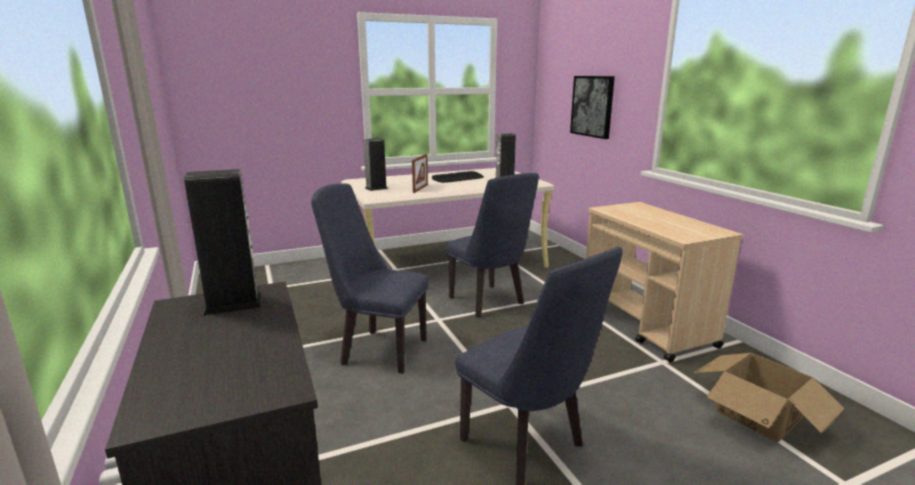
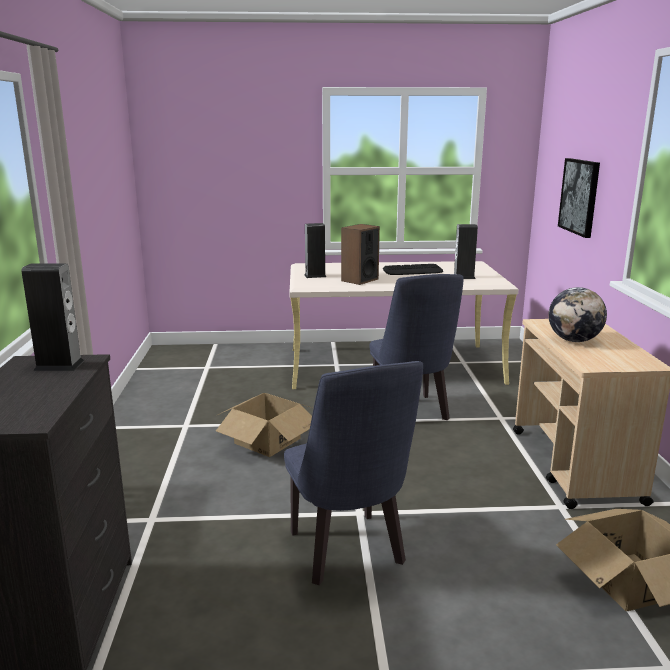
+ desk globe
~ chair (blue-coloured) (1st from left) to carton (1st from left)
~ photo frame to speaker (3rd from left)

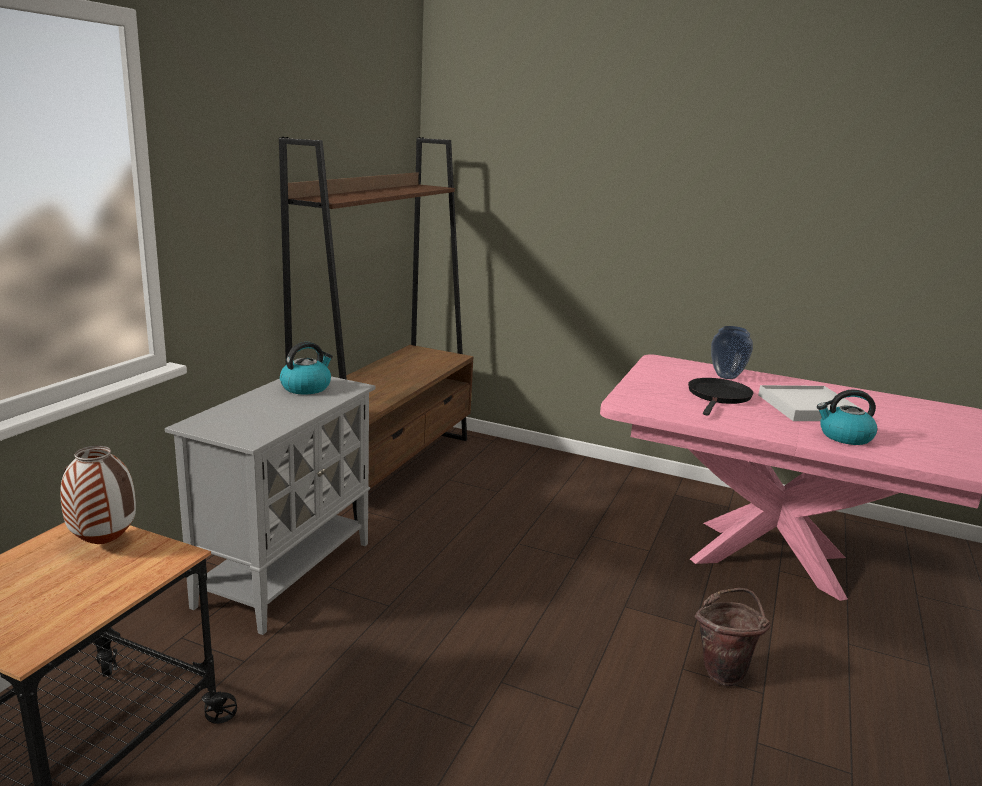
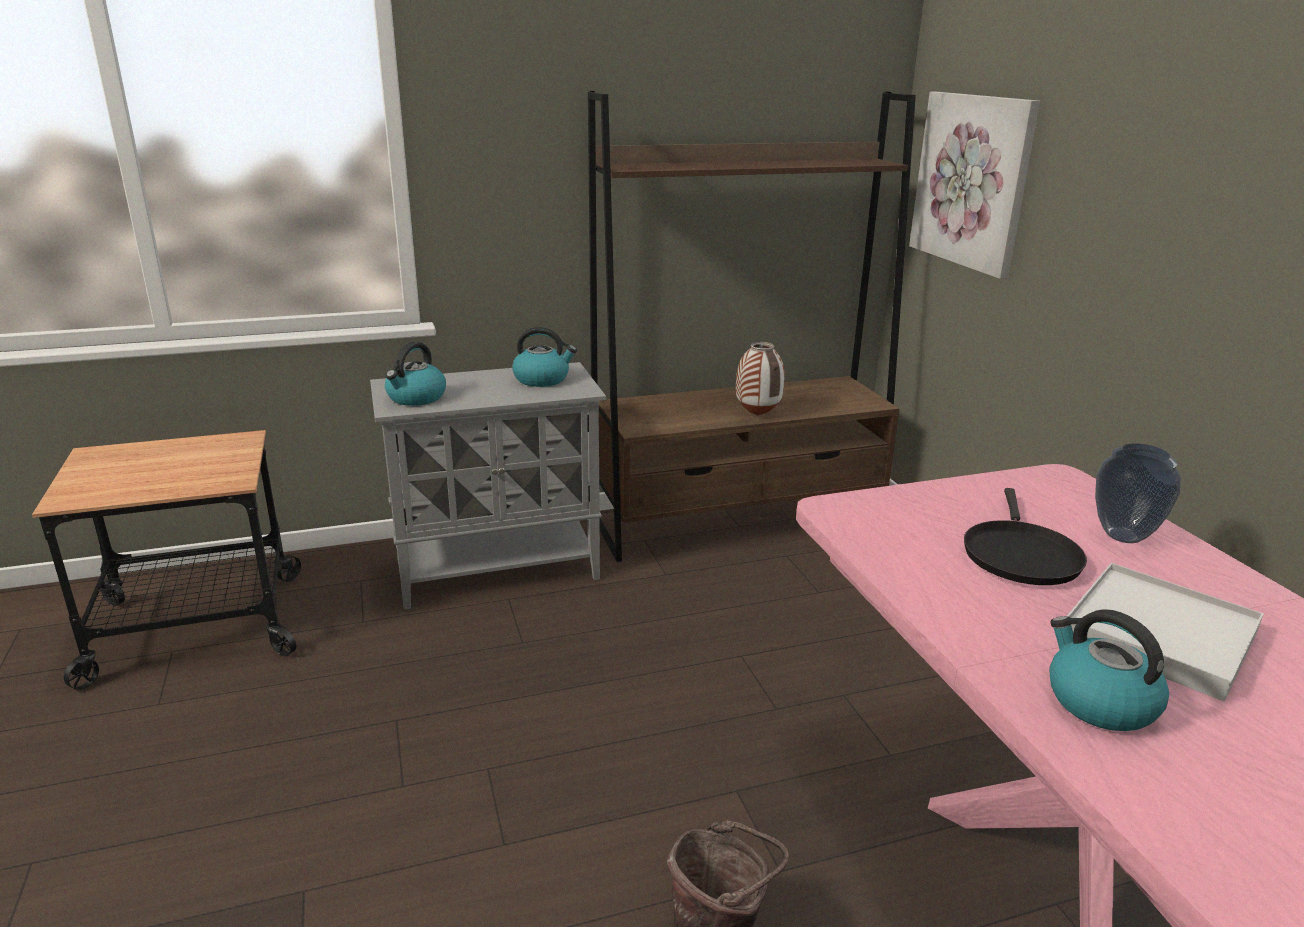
+ water kettle (1st from left)
+ wall picture
~ flower vase (1st from left)
~ frying pan (black) 120 degrees clockwise

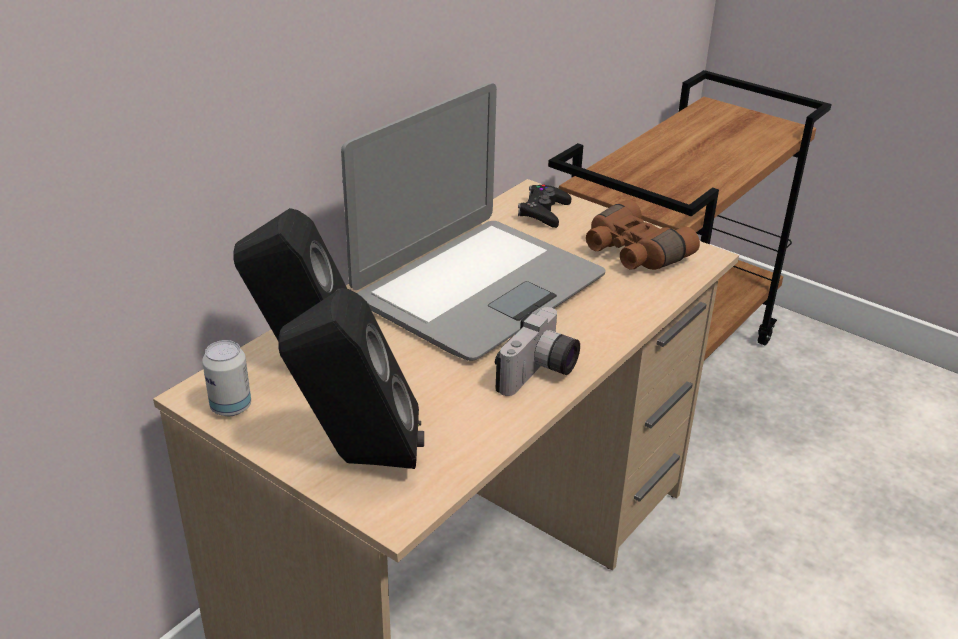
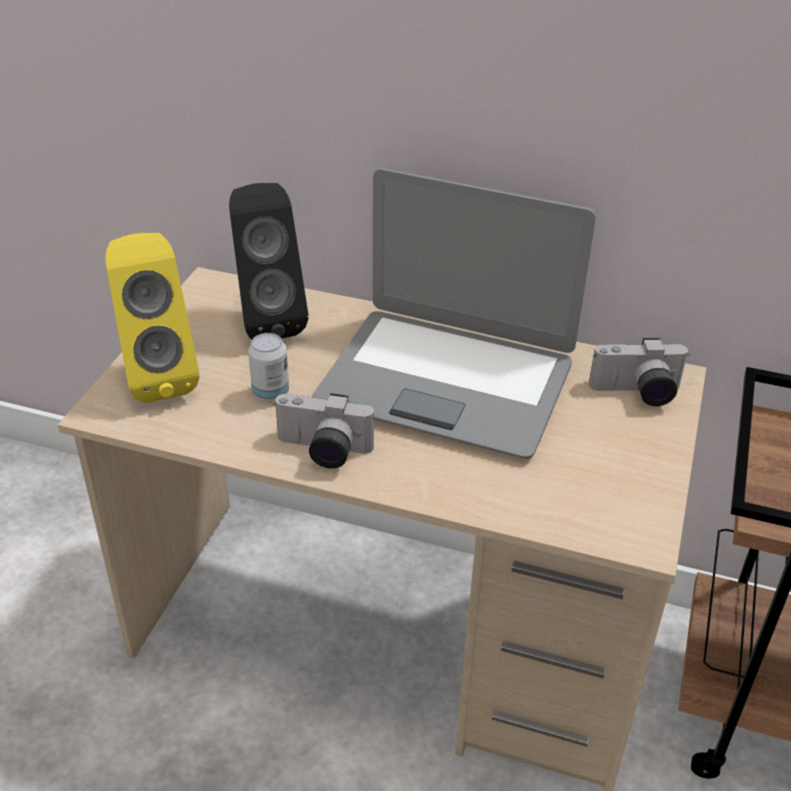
- binoculars (brownish)
~ sealed can
~ joypad (black) to still camera (2nd from left)
~ speaker (black) (2nd from left) to speaker (yellow)

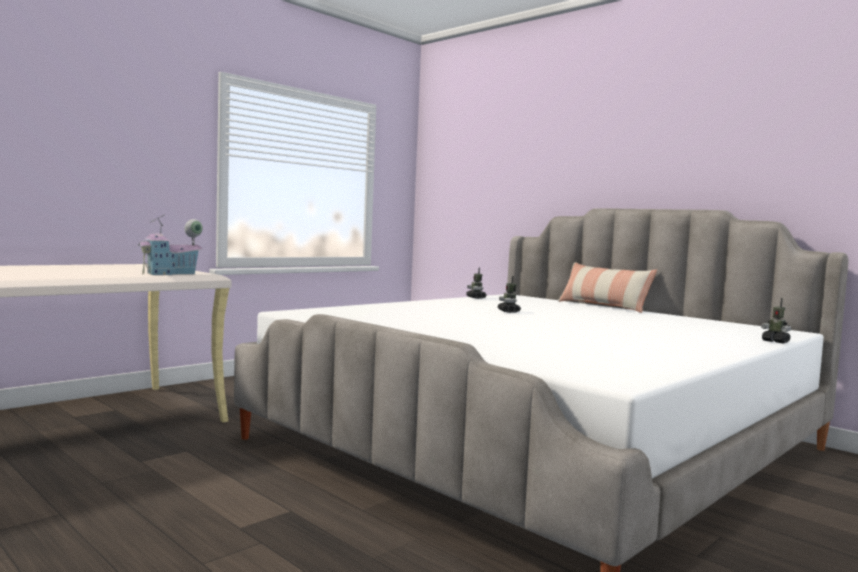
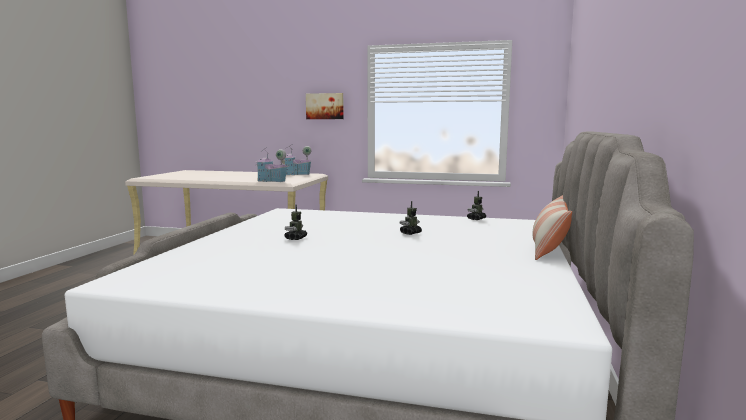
+ model house (2nd from left)
+ wall picture
~ robot figure (3rd from left in the first image) to robot figure (1st from left)

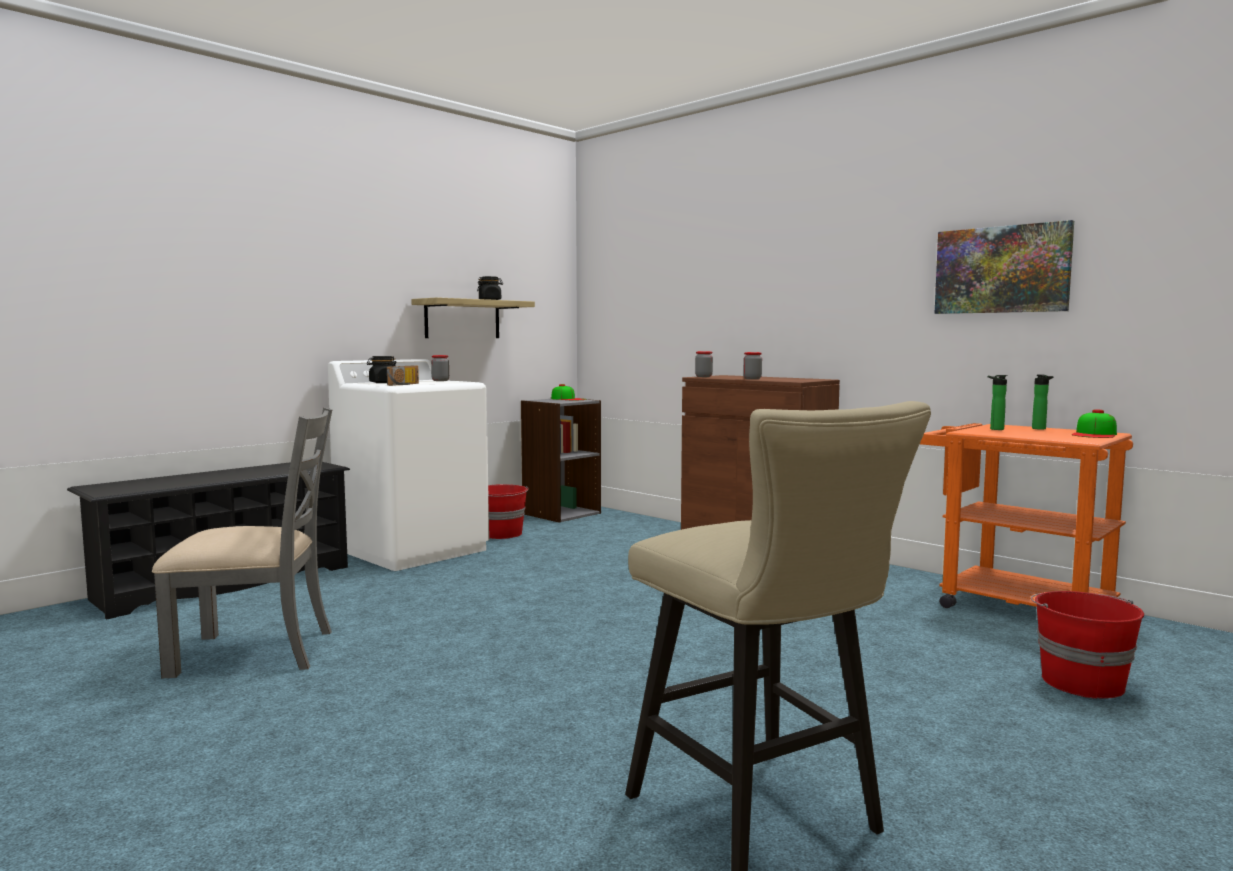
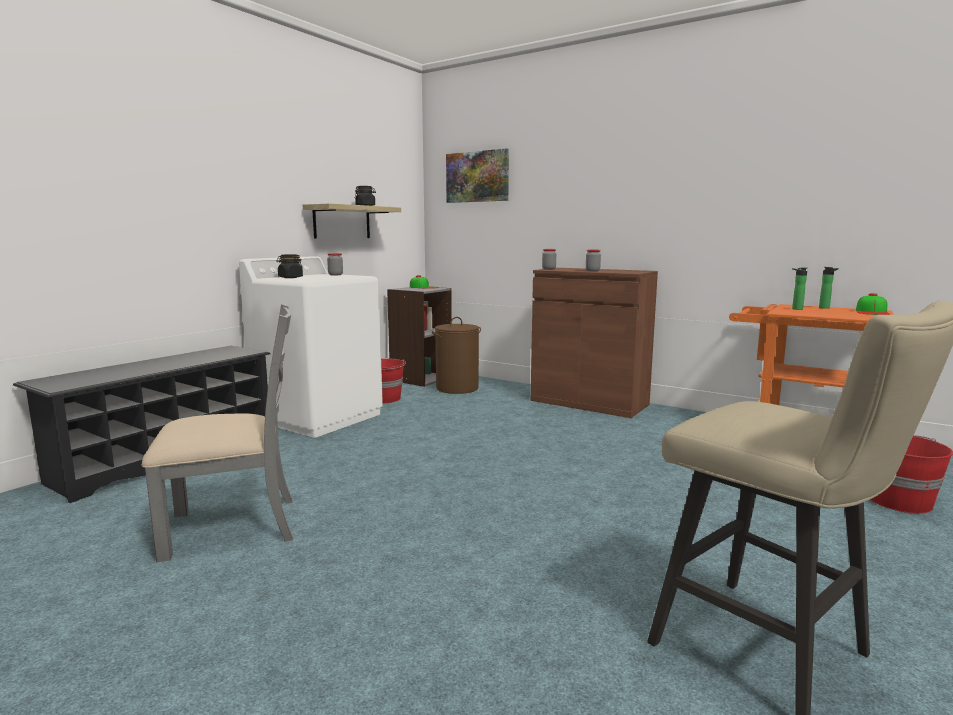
- radio set
+ hamper (brownish)
~ wall picture

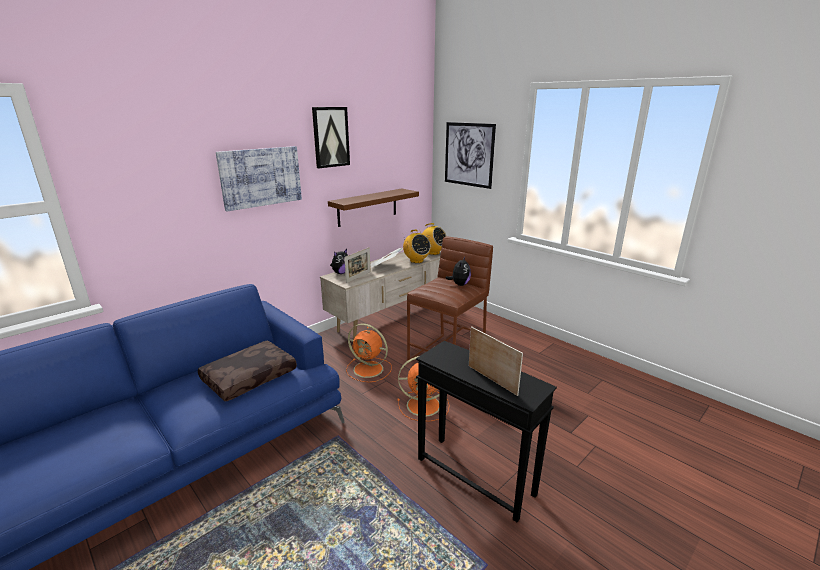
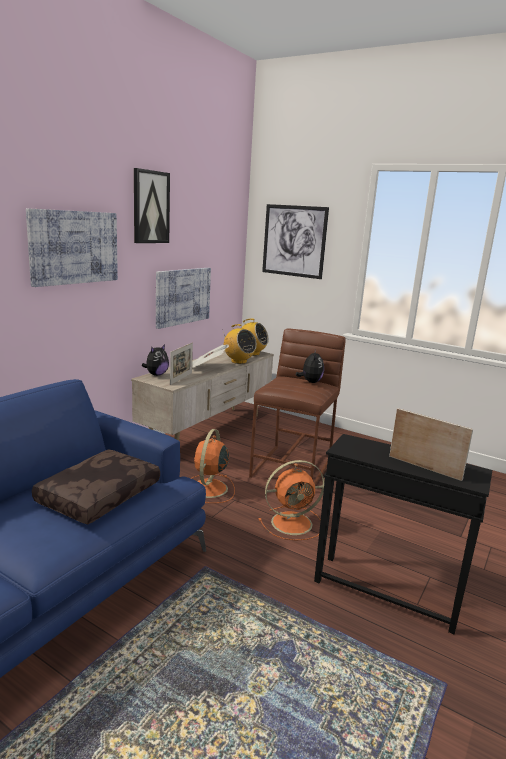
~ bracket shelf (brownish) to wall picture (3rd from left)
~ cooling fan (orange-coloured) (1st from left) 90 degrees clockwise

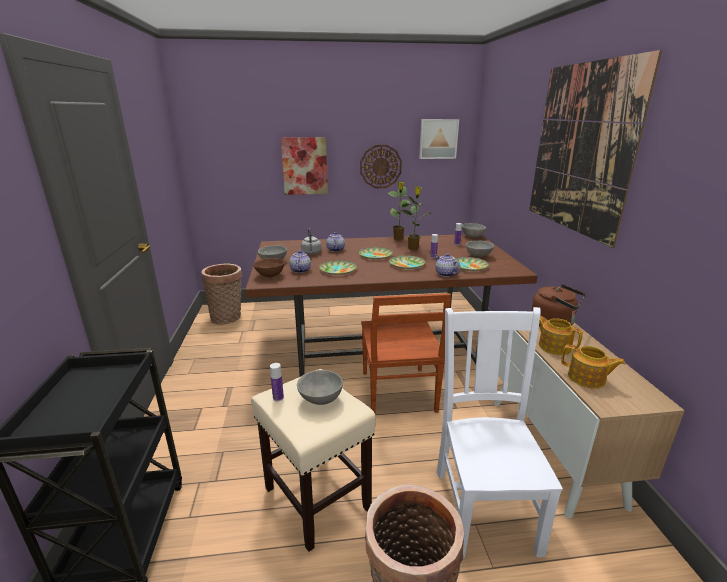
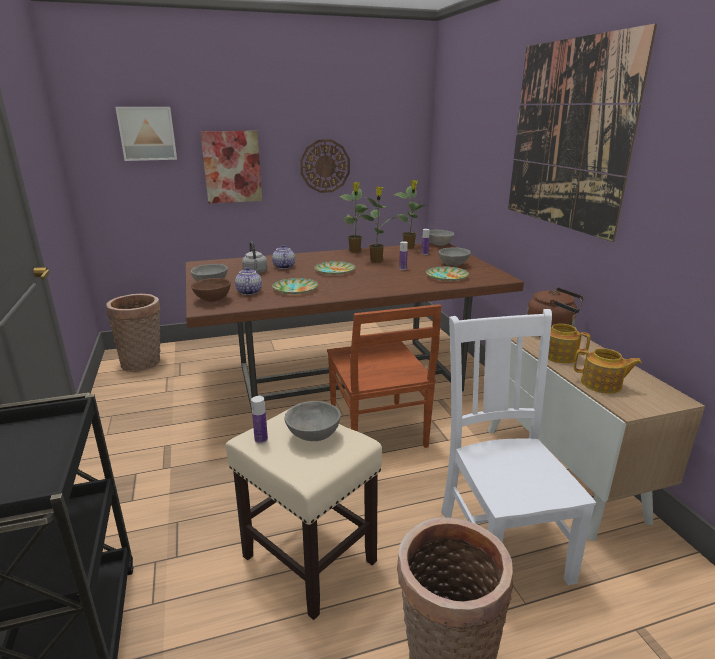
- dinner plate (3rd from left)
- tea pot (3rd from left)
+ plant in a pot (3rd from left)
~ wall picture (2nd from left in the first image) to wall picture (1st from left)

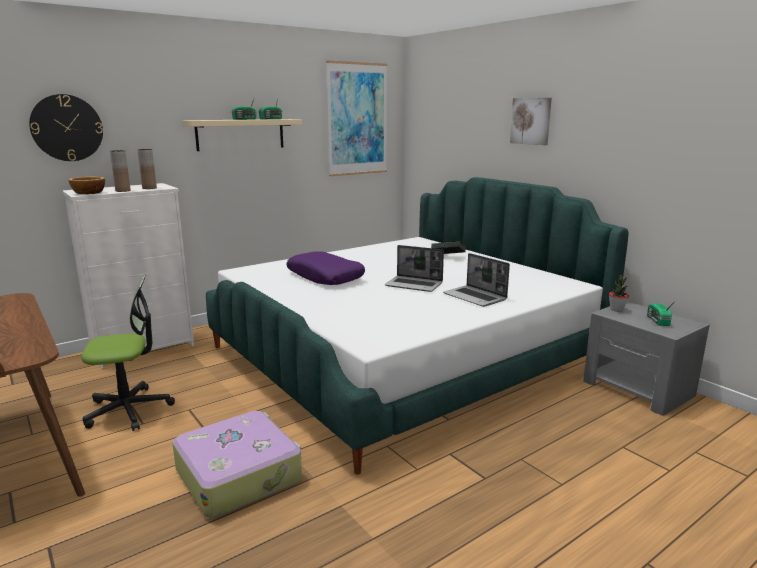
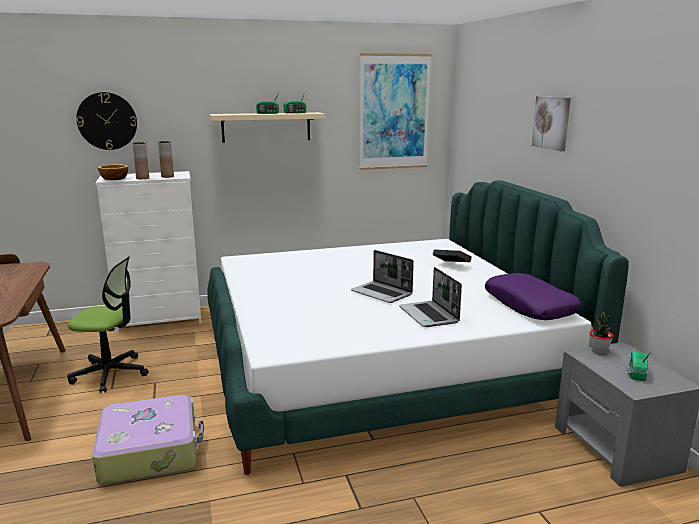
~ cushion (purple-coloured)

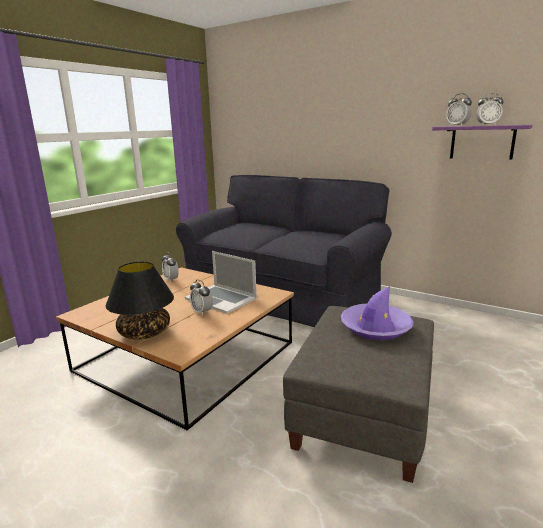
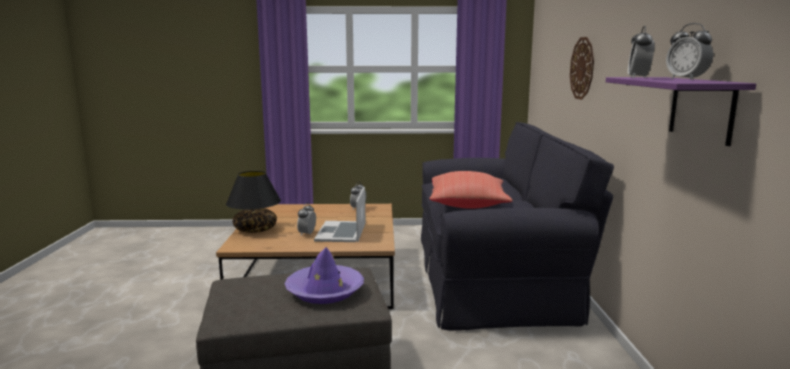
+ cushion (red)
+ clock on the wall

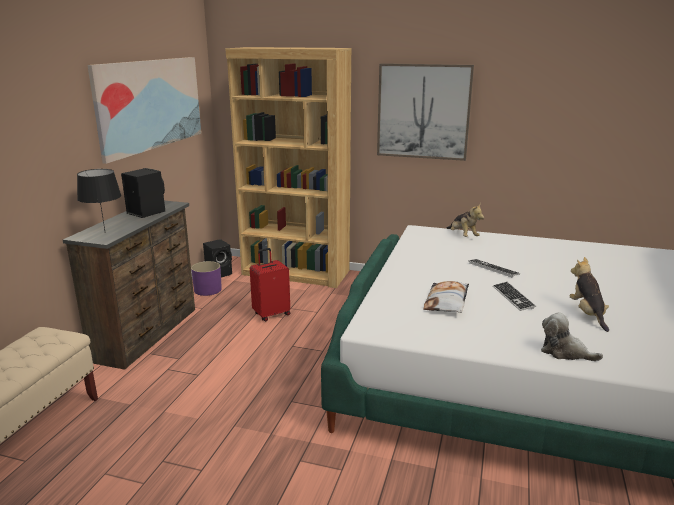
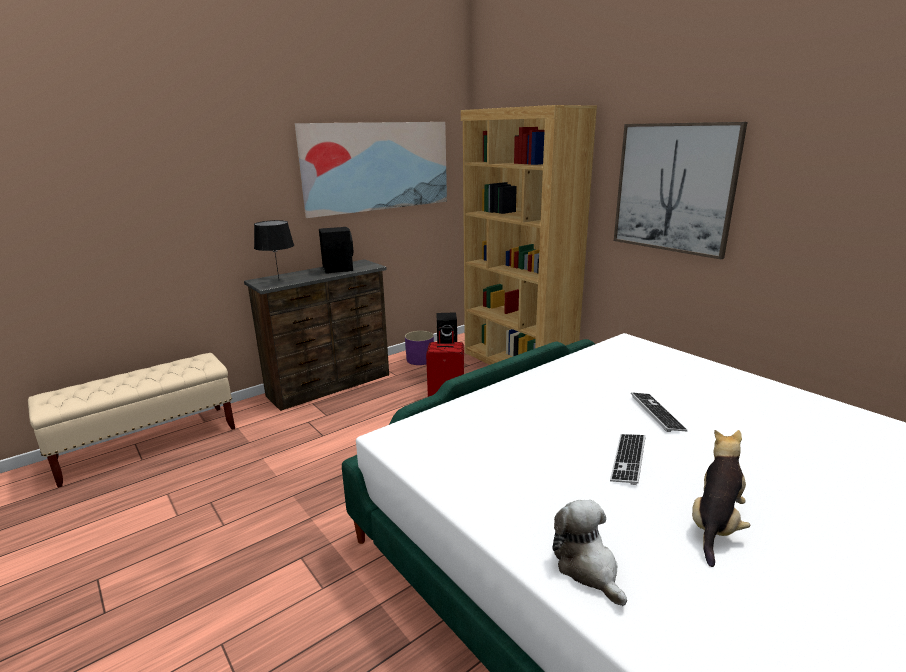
- cushion
- cuddly toy (1st from left)

